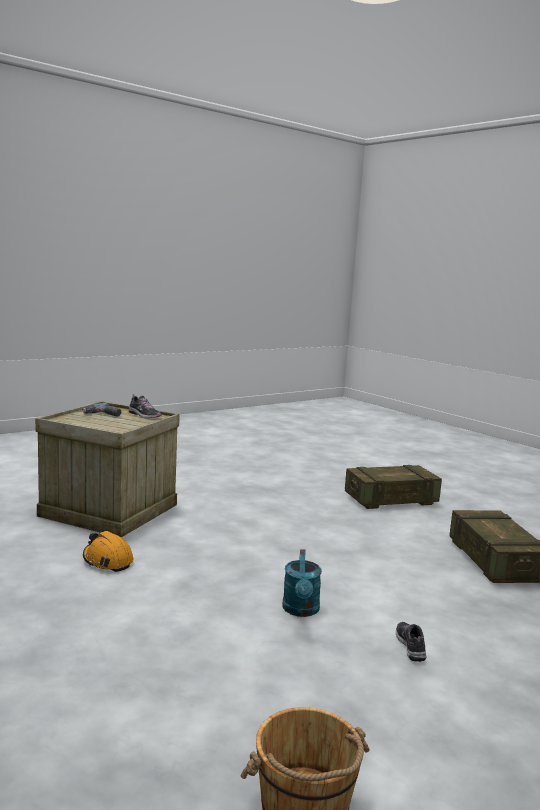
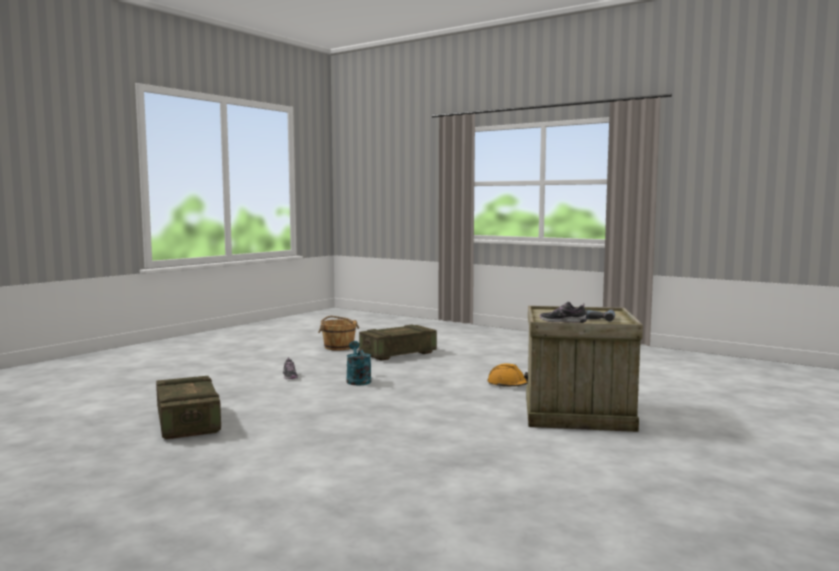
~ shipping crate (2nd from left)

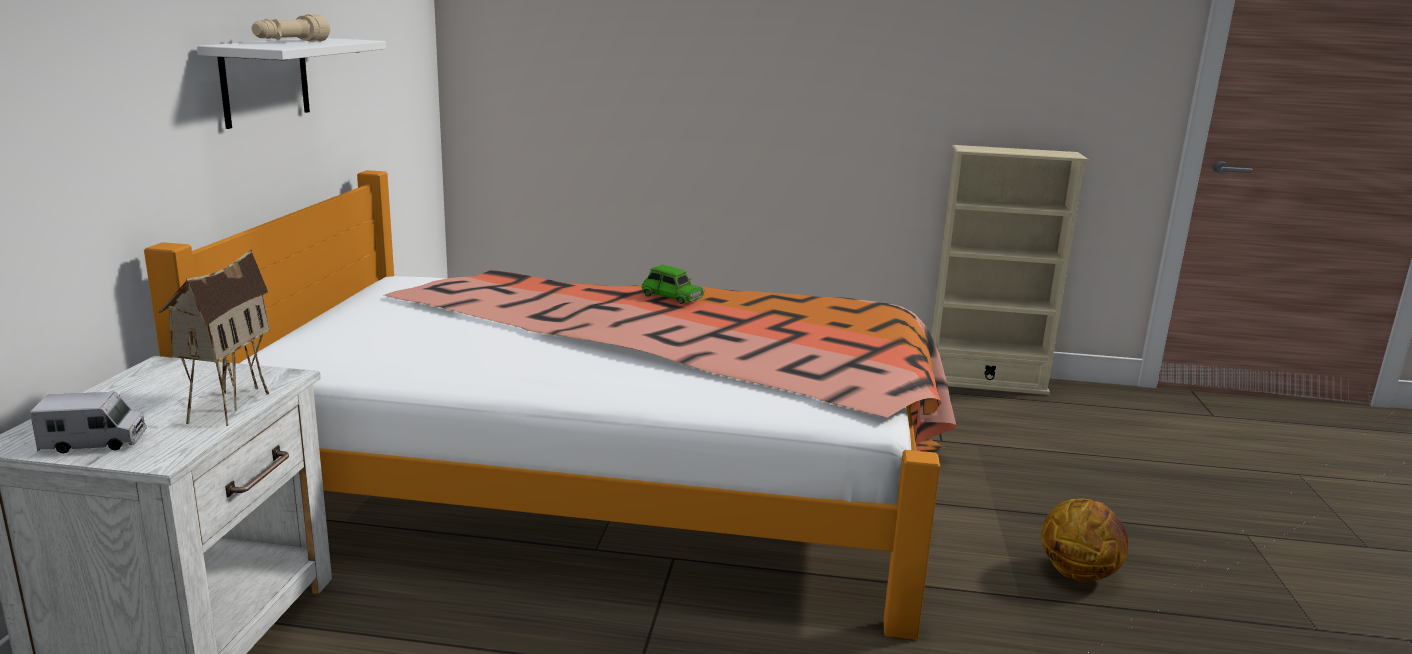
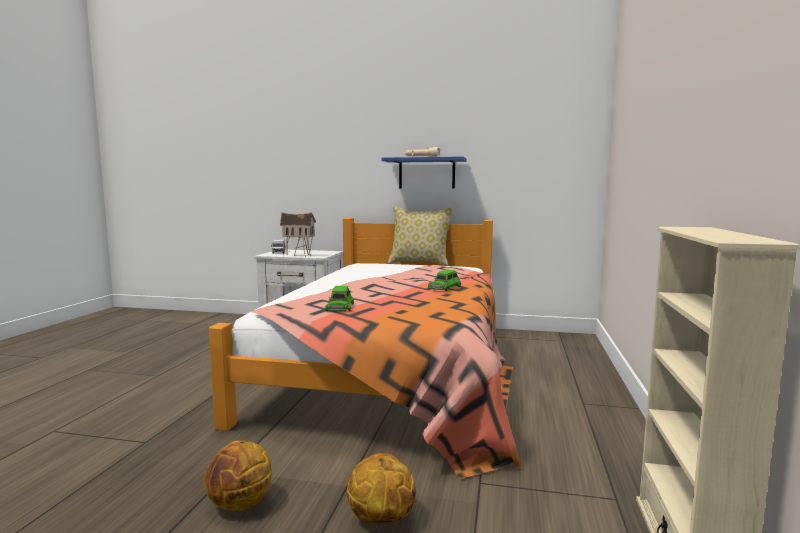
+ model car (greenish) (1st from left)
+ basketball ball (2nd from left)
+ cushion
~ bracket shelf (whitish) to bracket shelf (blue-coloured)

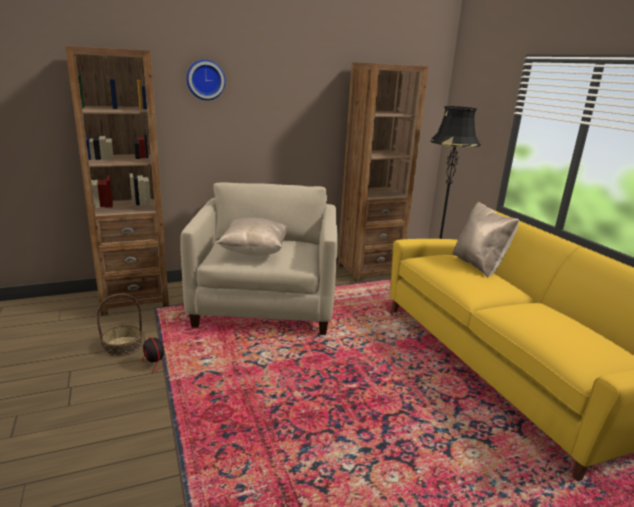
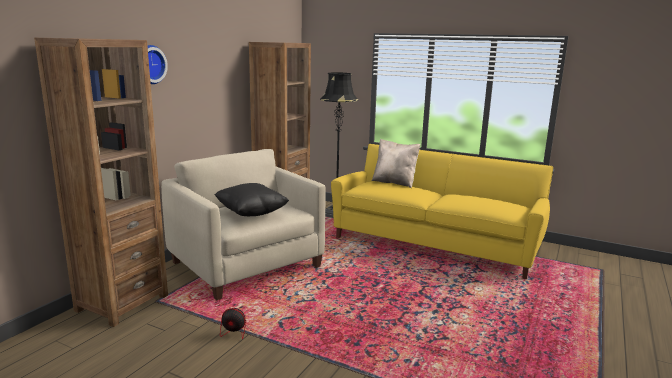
- household basket
~ cushion (beige) (1st from left) to cushion (black)

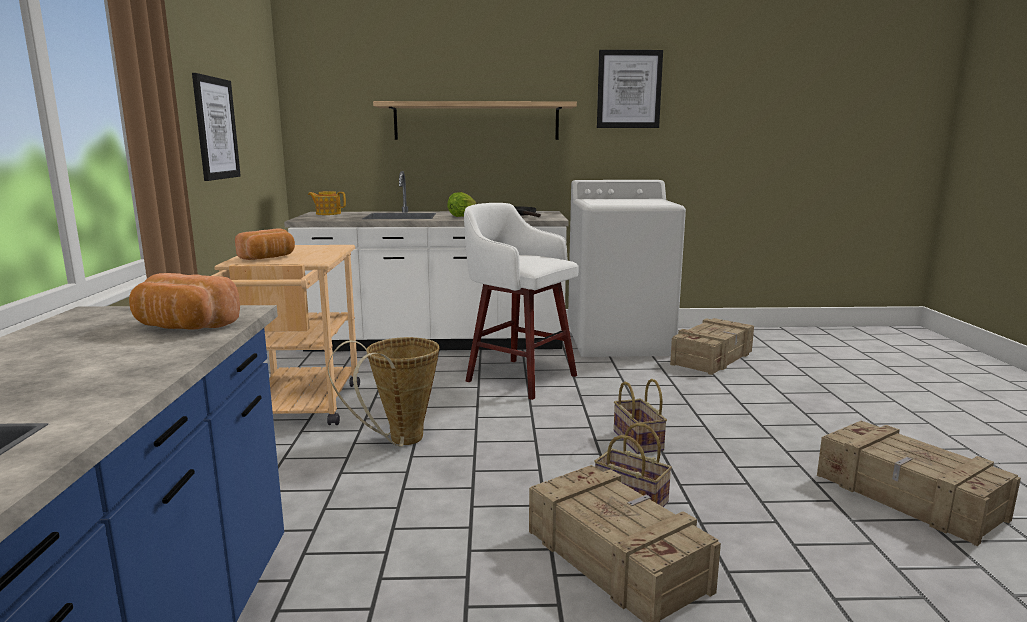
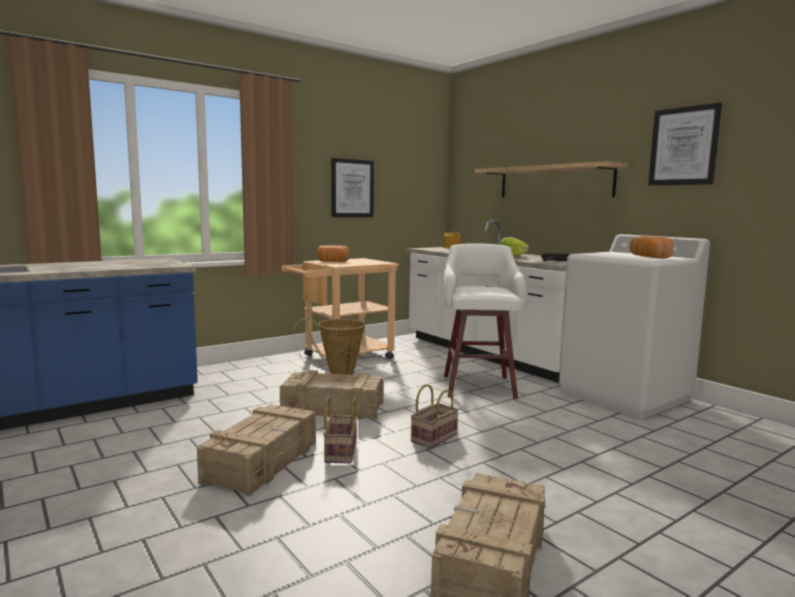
~ baked bread (1st from left in the first image) to baked bread (2nd from left)
~ shipping crate (2nd from left)

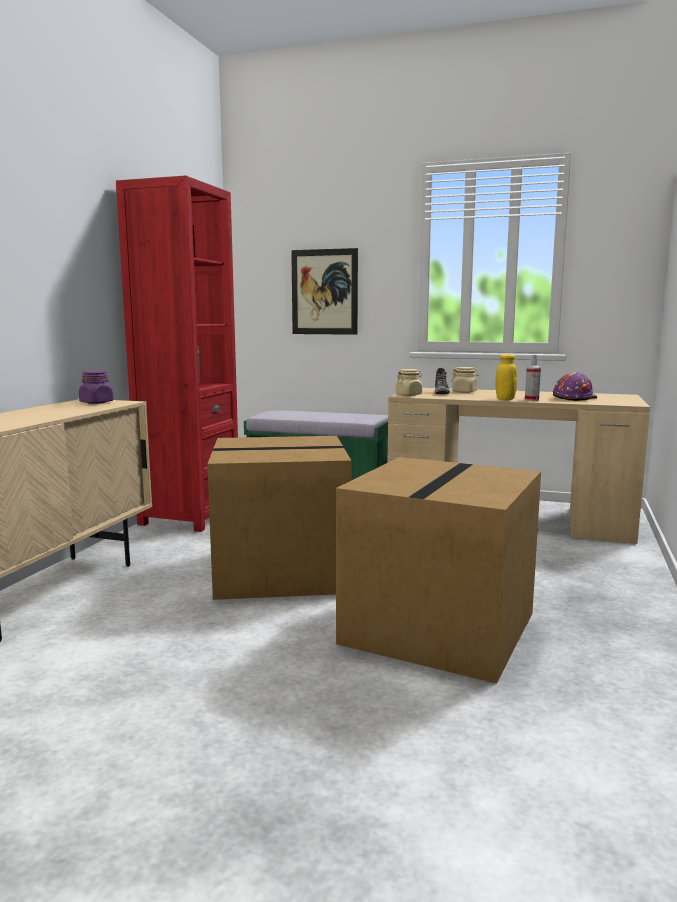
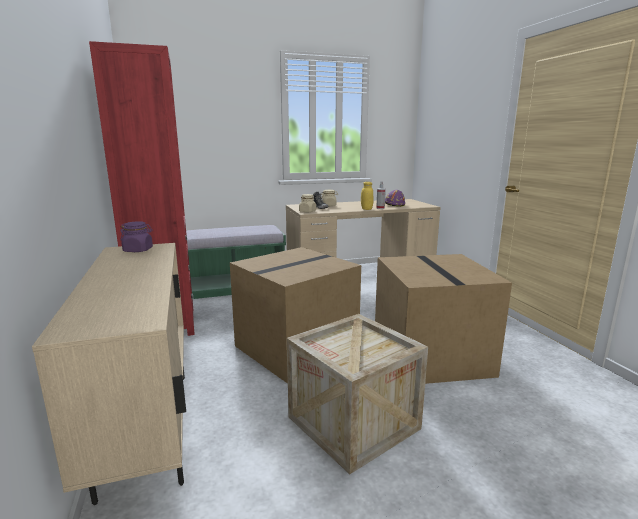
- wall picture
+ shipping crate

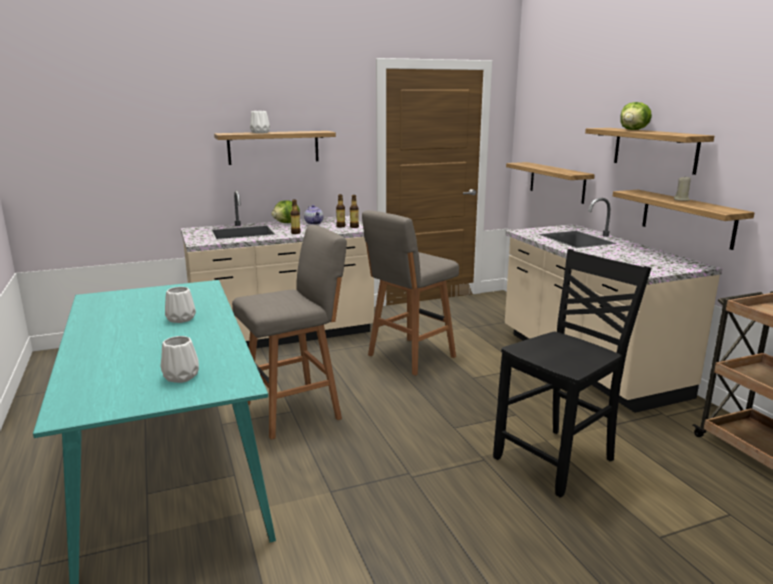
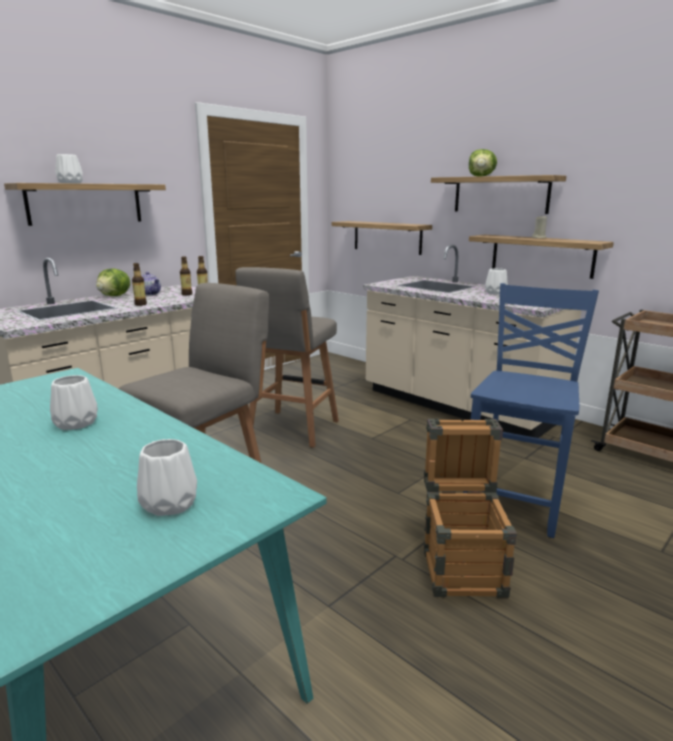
+ shipping crate
+ flower vase (whitish) (4th from left)
~ chair (black) to chair (blue-coloured)

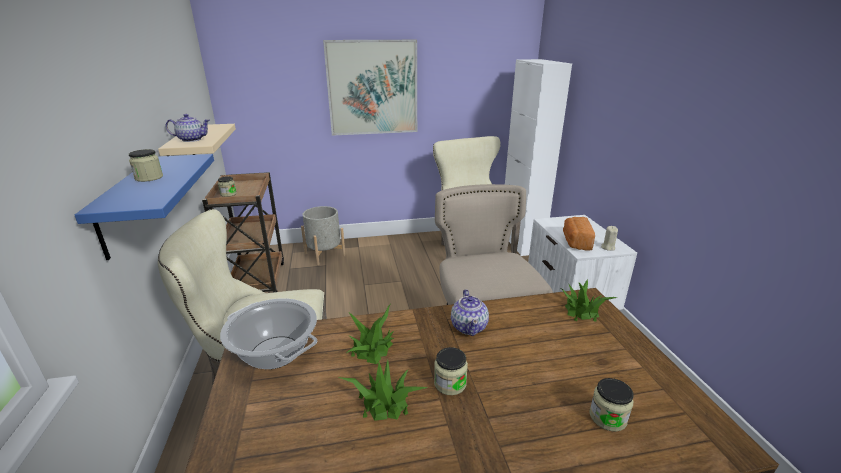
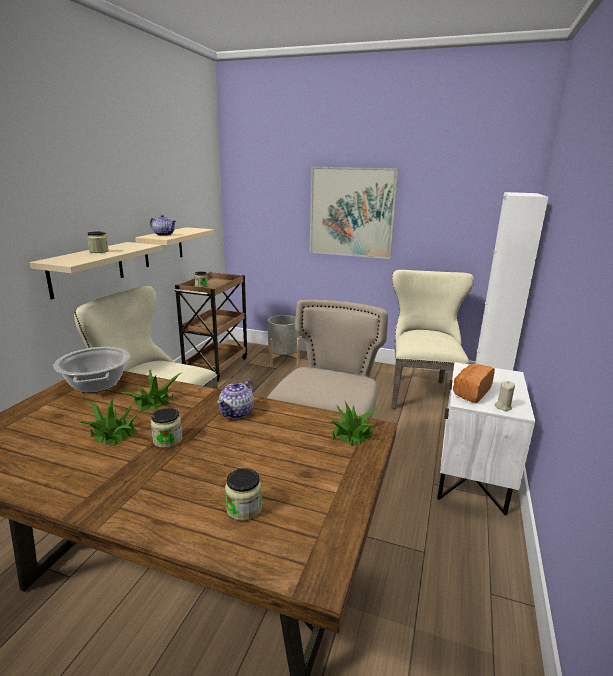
~ bracket shelf (blue-coloured) to bracket shelf (beige) (1st from left)

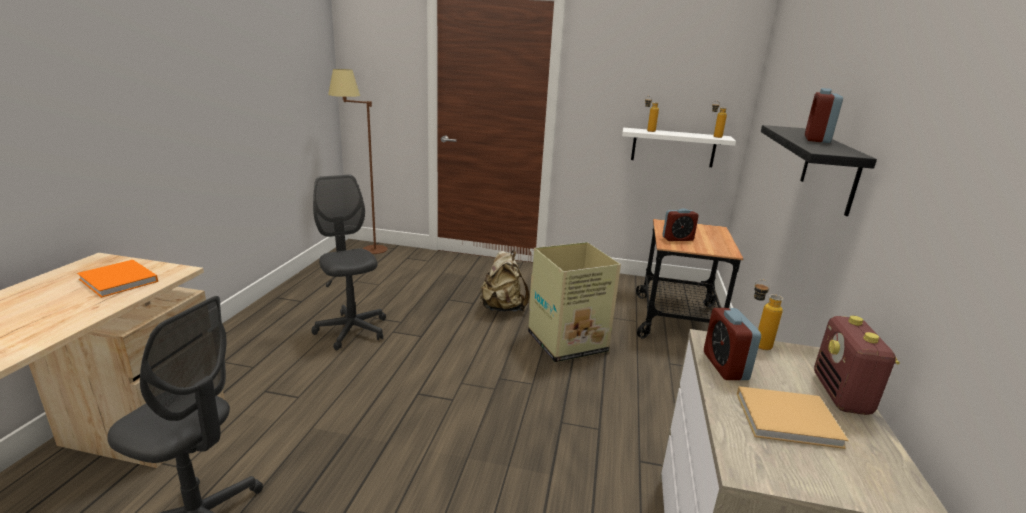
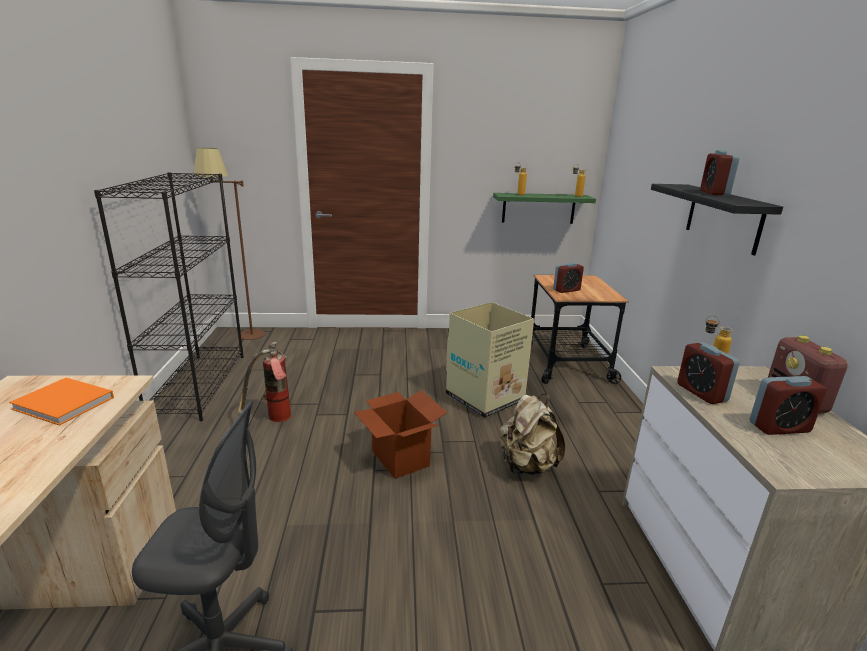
+ bookcase (black)
+ carton (1st from left)
~ rucksack (beige)
~ desk chair (grey) (2nd from left) to fire-fighting cylinder
~ volume (beige) to bedside clock (4th from left)
~ bracket shelf (whitish) to bracket shelf (greenish)

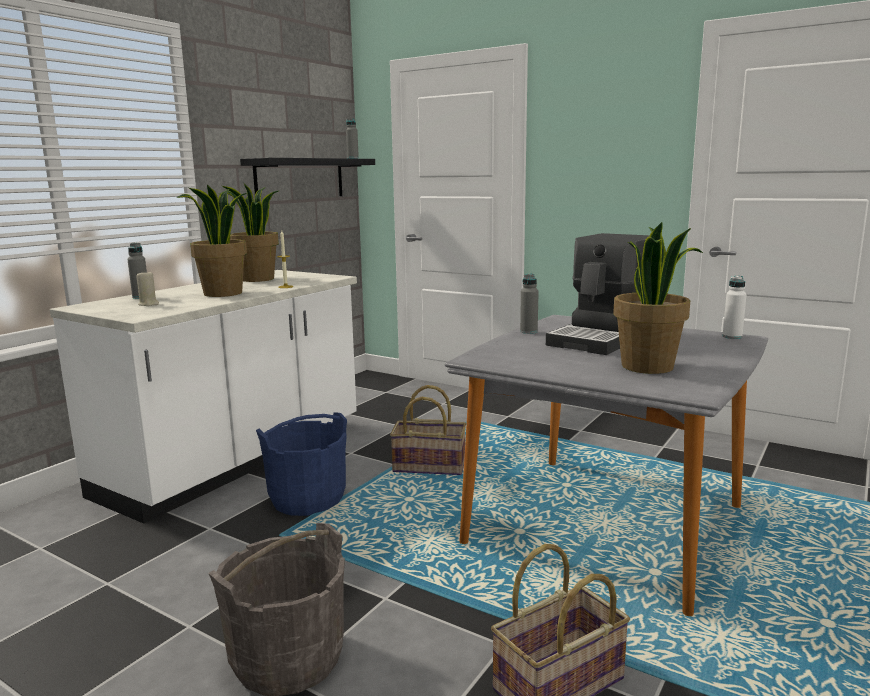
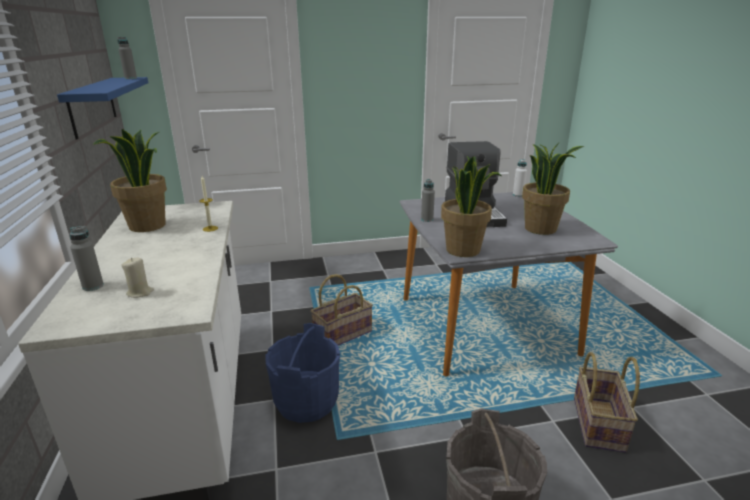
~ plant in a pot (1st from left in the first image) to plant in a pot (2nd from left)
~ bracket shelf (black) to bracket shelf (blue-coloured)

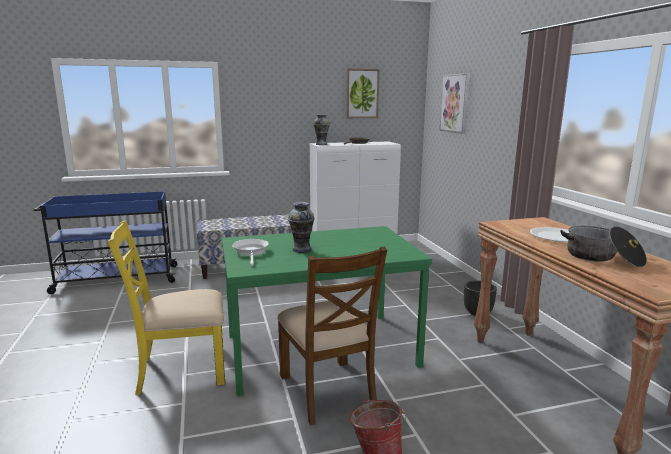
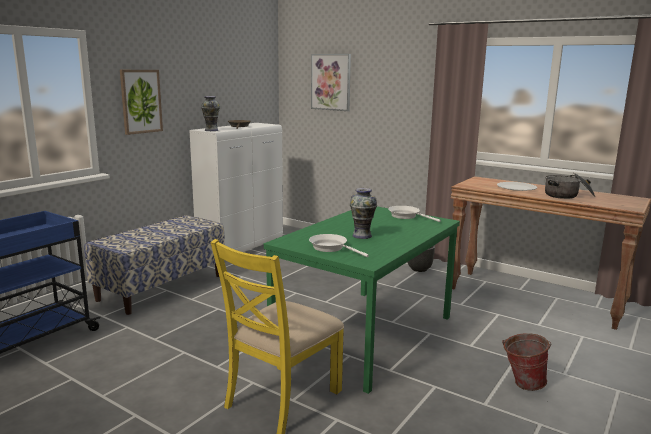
- chair (brownish)
+ frying pan (whitish) (2nd from left)
~ wall picture (1st from left)

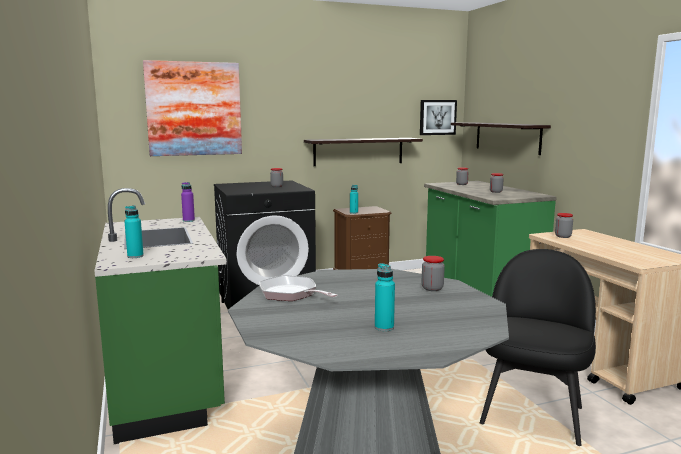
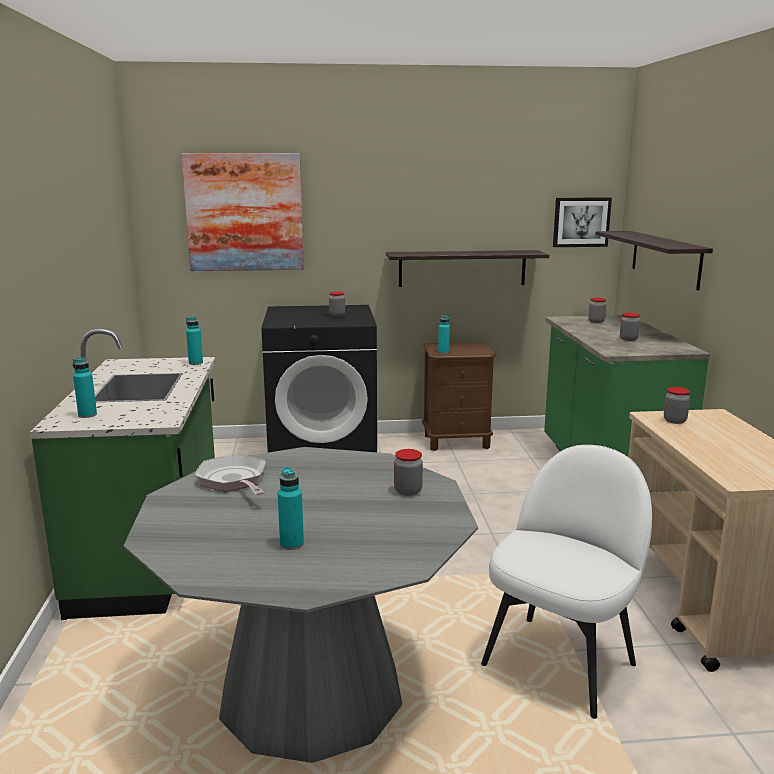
~ beverage bottle (purple-coloured) to beverage bottle (turquoise) (2nd from left)
~ chair (black) to chair (whitish)

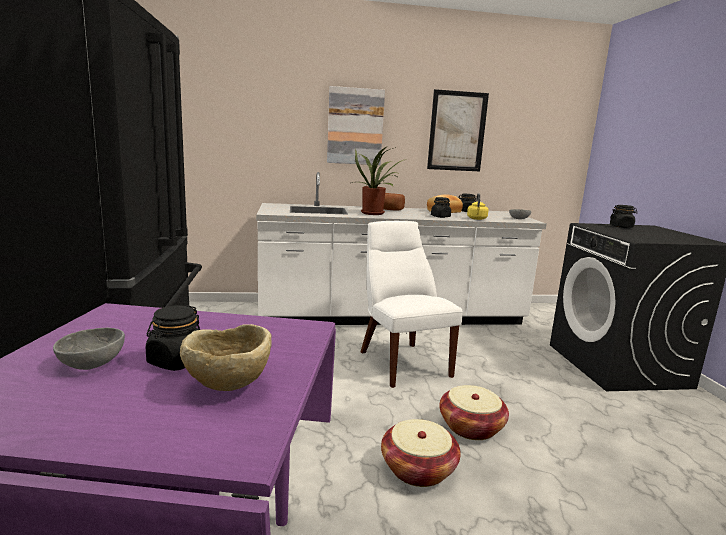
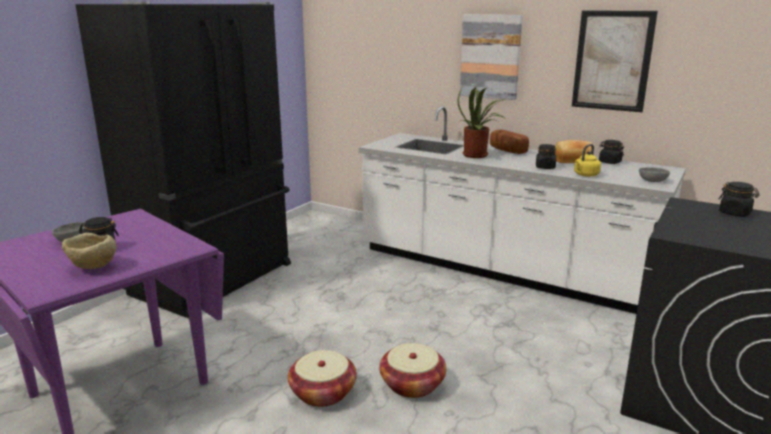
- chair (whitish)

